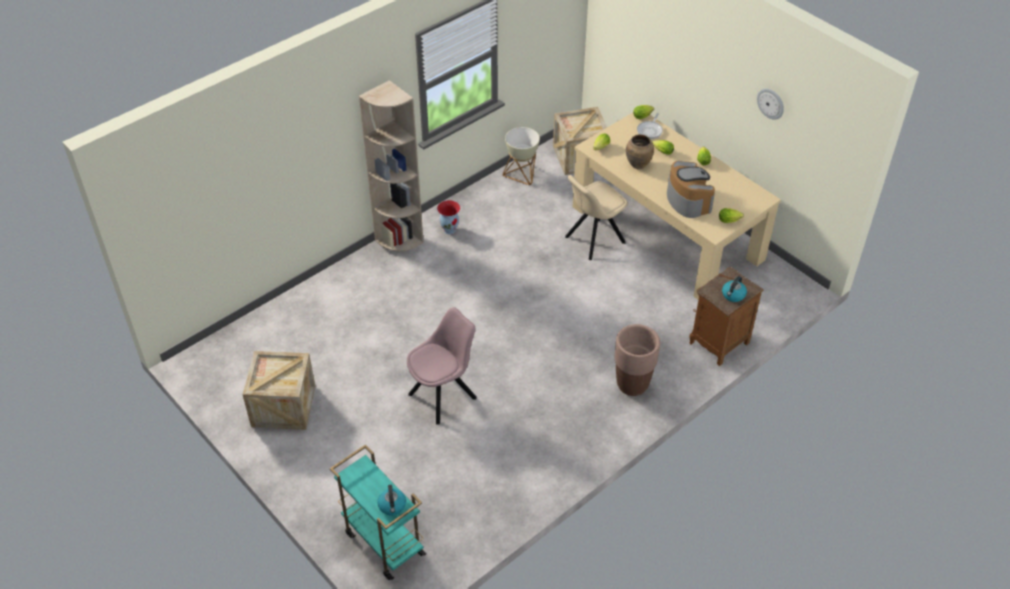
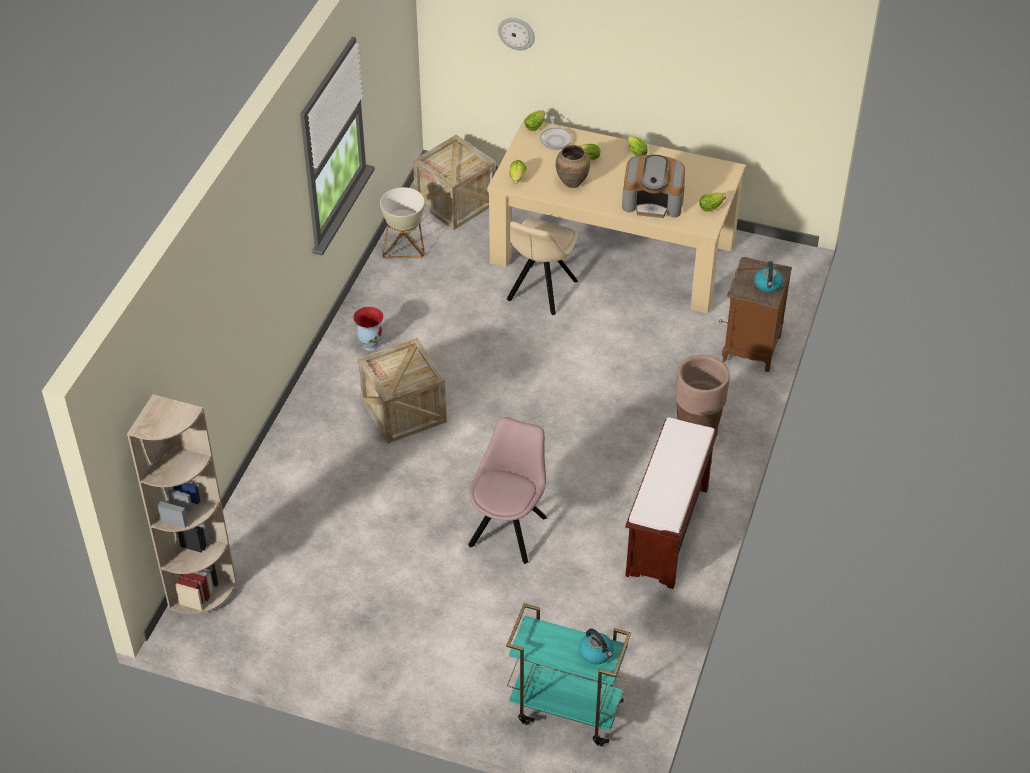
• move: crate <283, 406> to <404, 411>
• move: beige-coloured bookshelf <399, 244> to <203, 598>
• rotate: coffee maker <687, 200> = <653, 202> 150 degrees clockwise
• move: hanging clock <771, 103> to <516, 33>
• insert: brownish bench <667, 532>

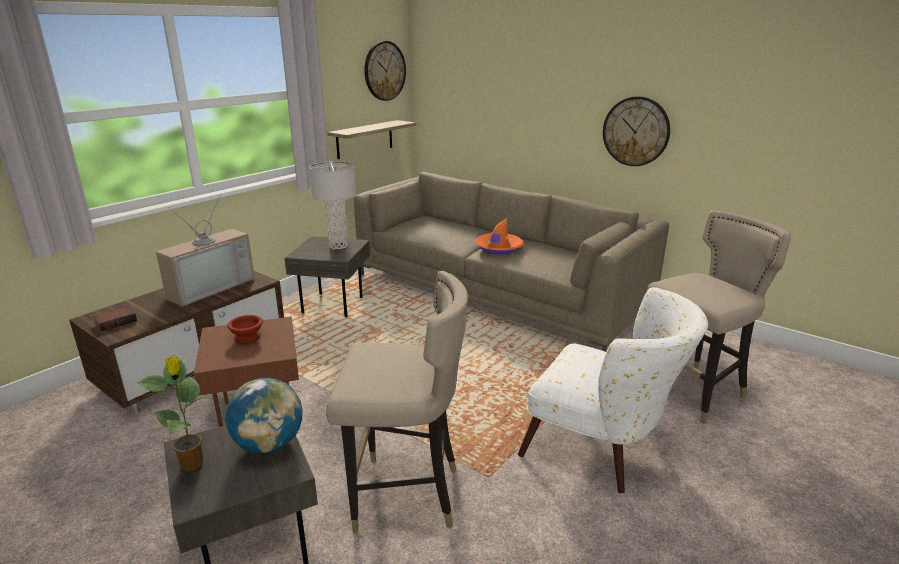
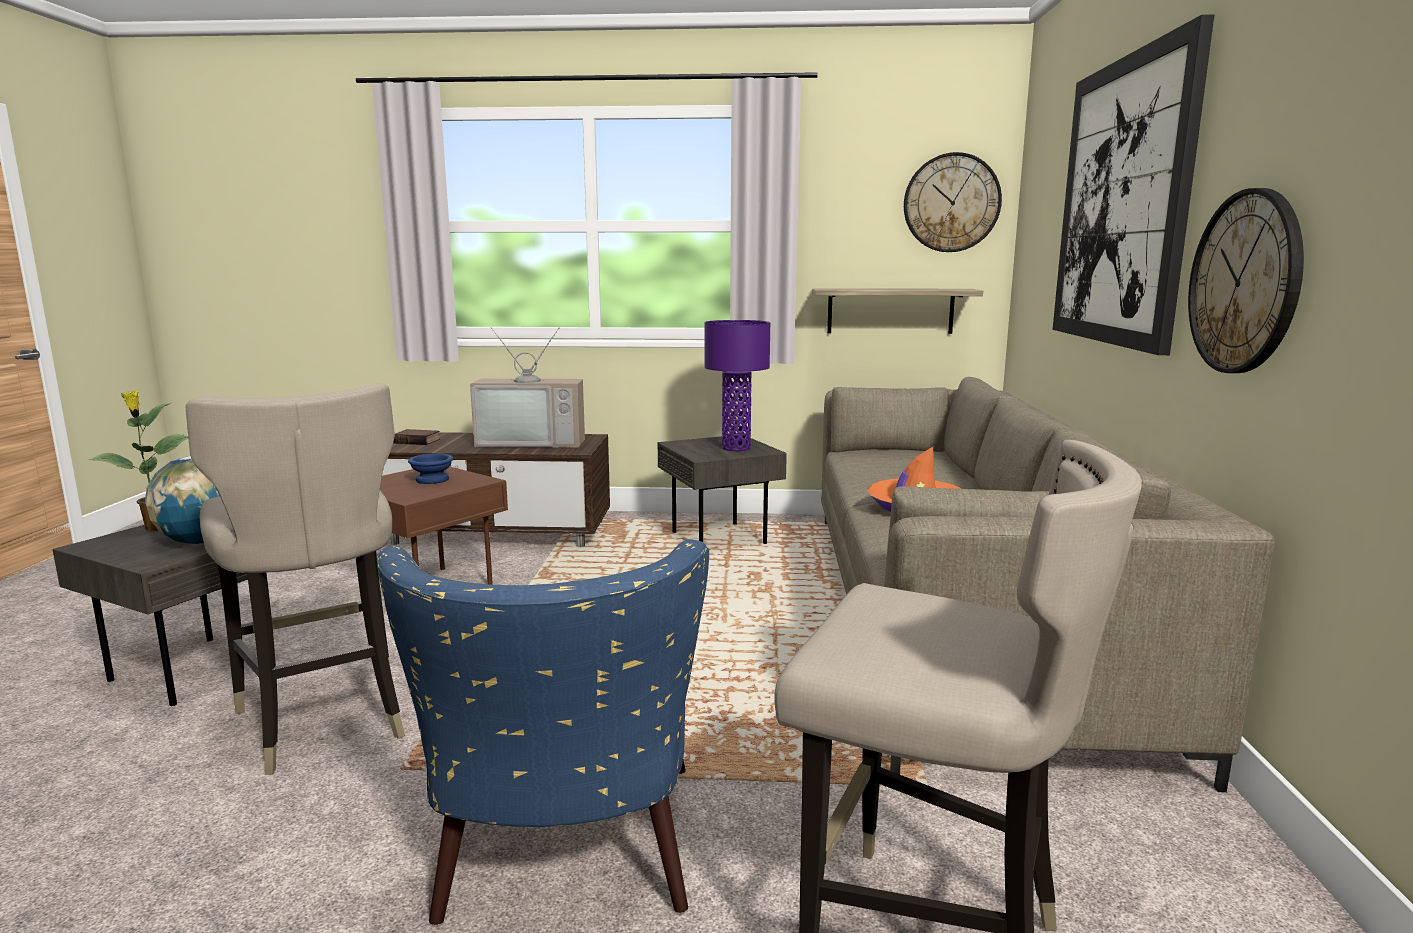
• recolor: brownish bowl <248, 337> to bluish bowl <434, 480>
• recolor: white lamp for a table <338, 245> to purple-coloured lamp for a table <736, 448>
• recolor: white lounge chair <602, 448> to bluish lounge chair <565, 862>
• insert: wall art <1122, 202>

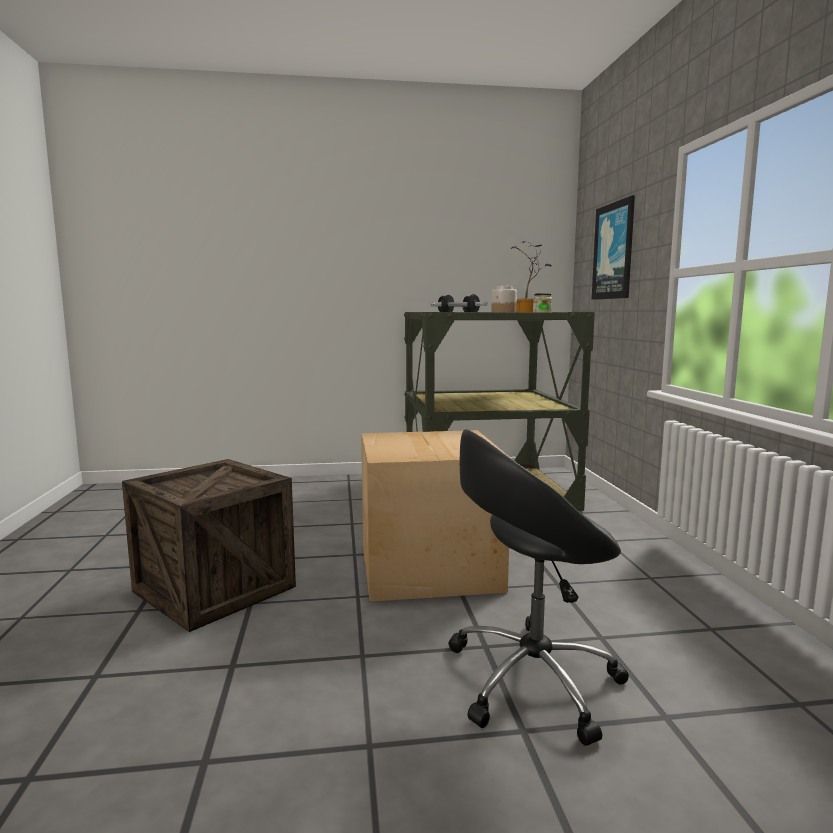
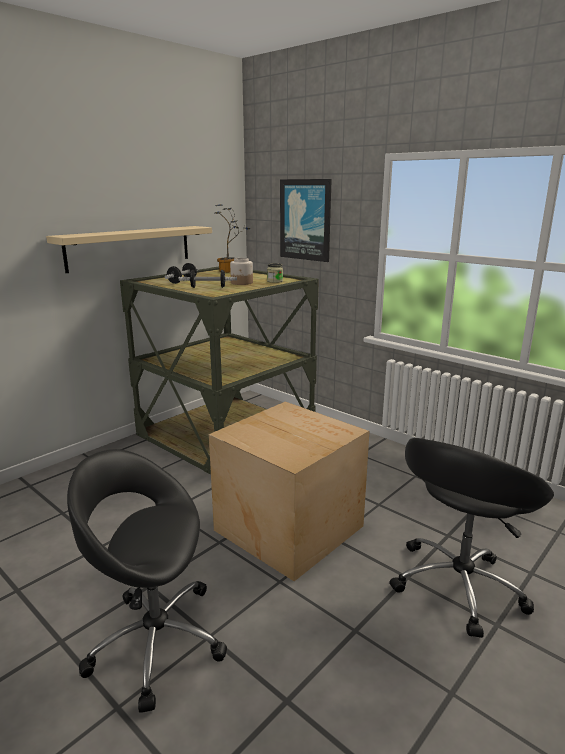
• replace: crate <214, 589> to black computer chair <154, 641>
• insert: beige-coloured wall shelf <130, 248>

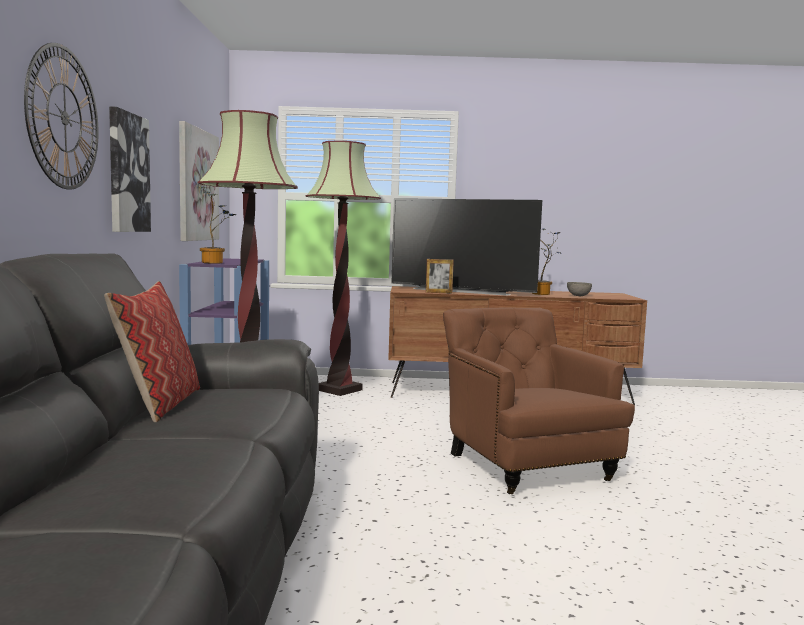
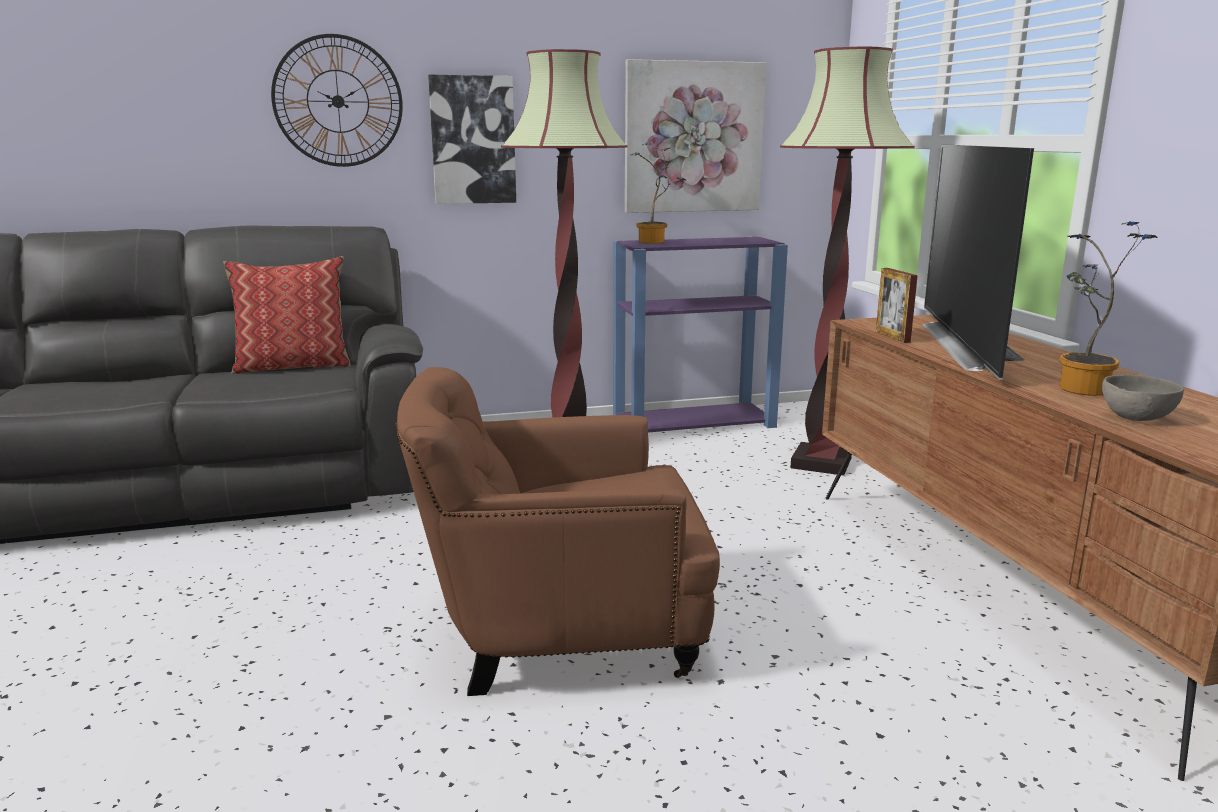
• rotate: brownish lounge chair <524, 464> = <560, 631> 150 degrees counterclockwise

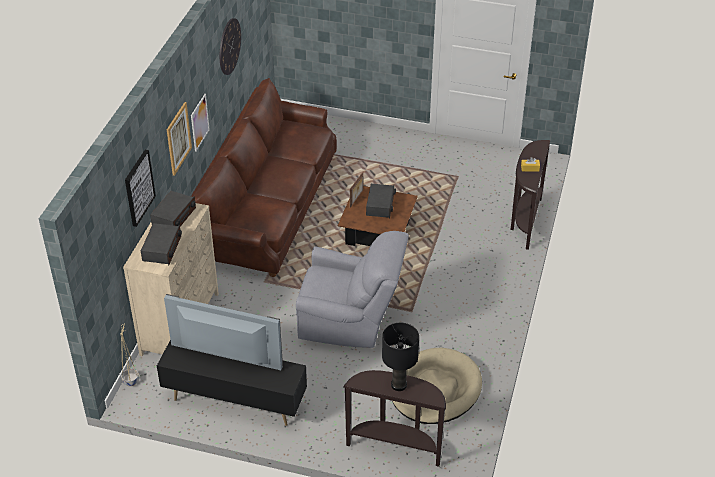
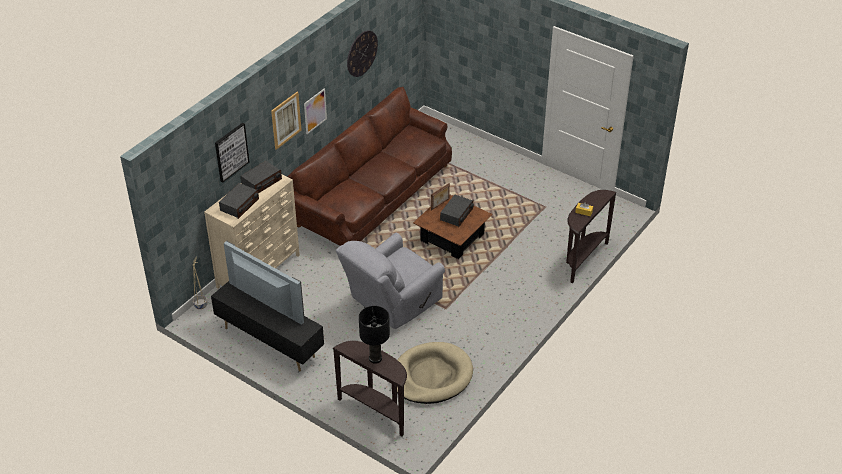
• rotate: greyish lounge chair <351, 322> = <392, 305> 105 degrees clockwise

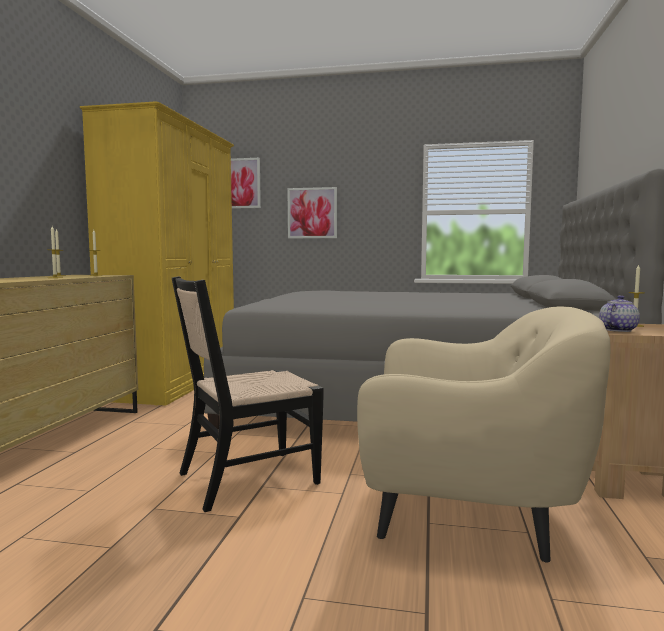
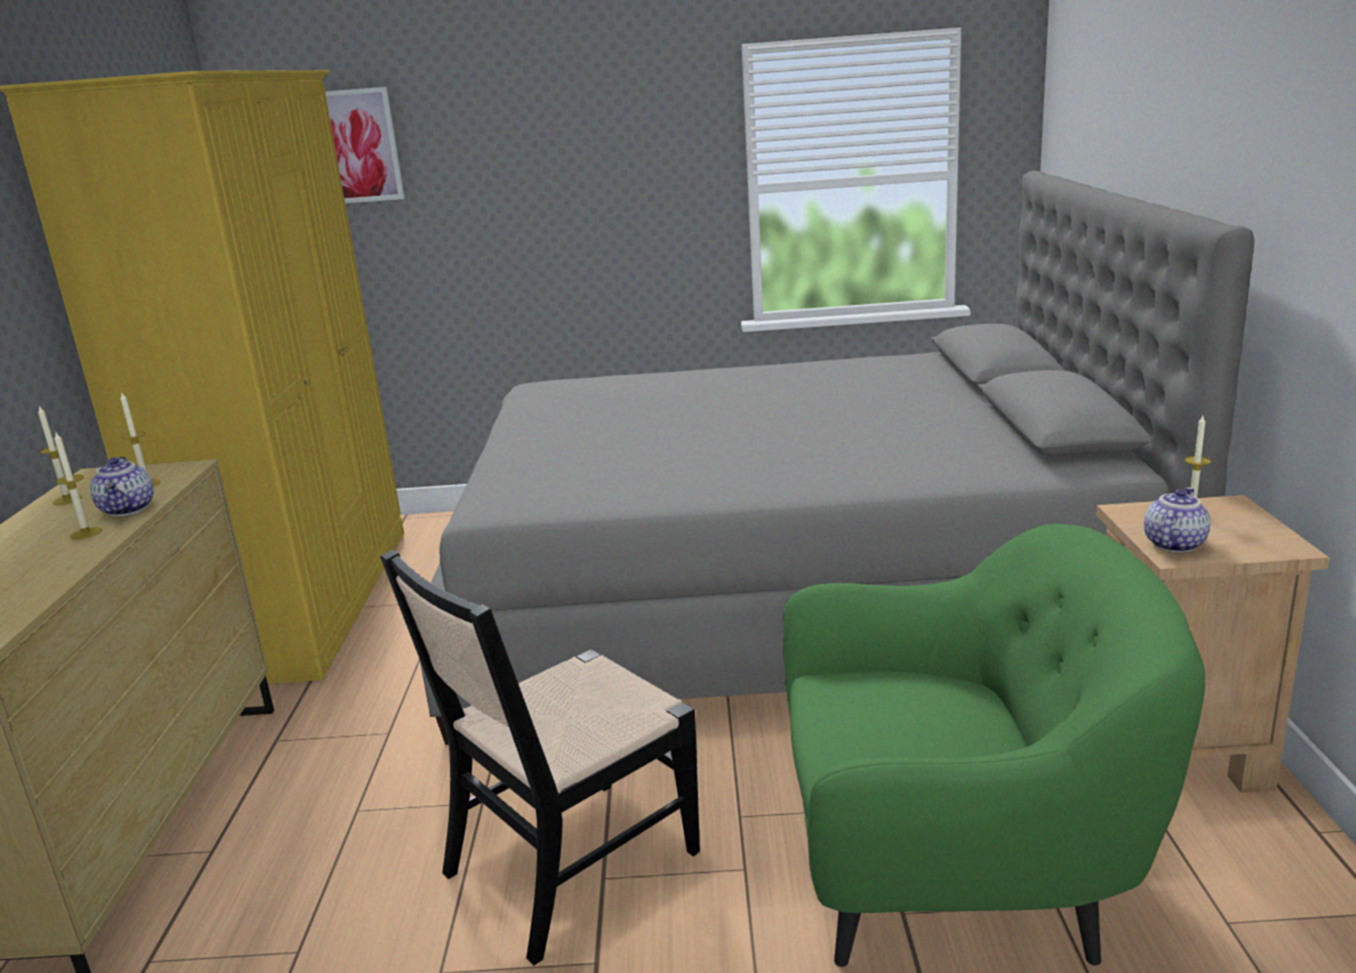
• delete: wall art <312, 213>
• recolor: beige-coloured lounge chair <469, 513> to green-coloured lounge chair <958, 877>
• insert: teapot <129, 509>

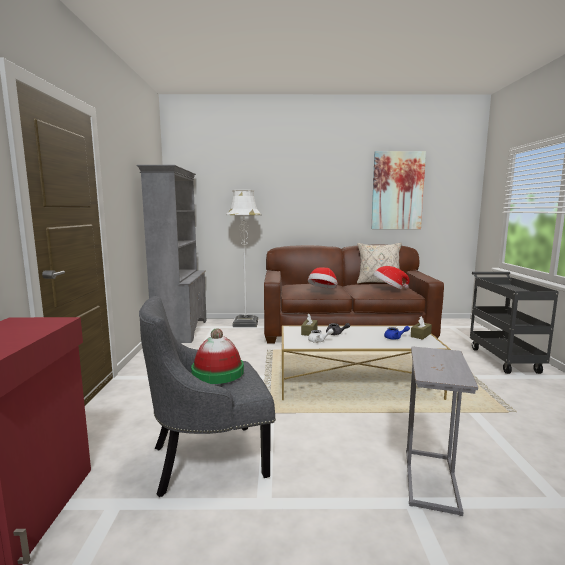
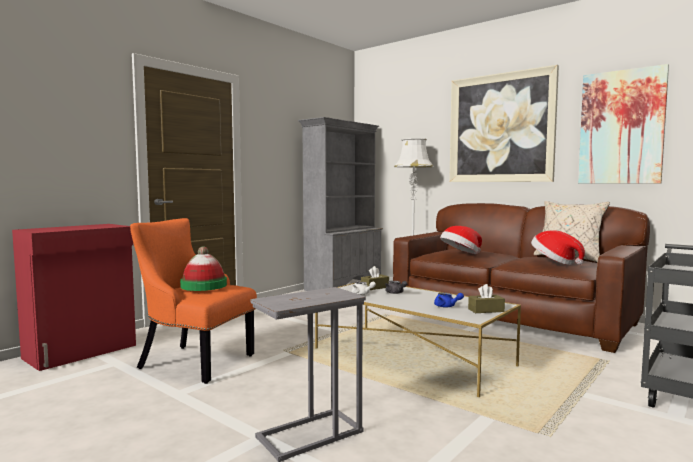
• recolor: greyish lounge chair <211, 459> to orange-coloured lounge chair <197, 363>
• insert: wall art <500, 128>

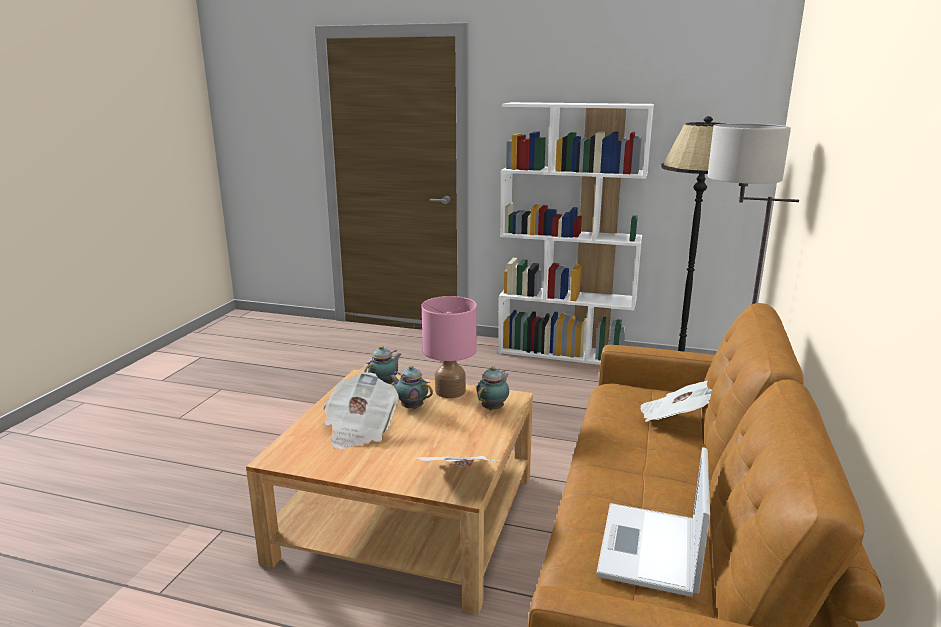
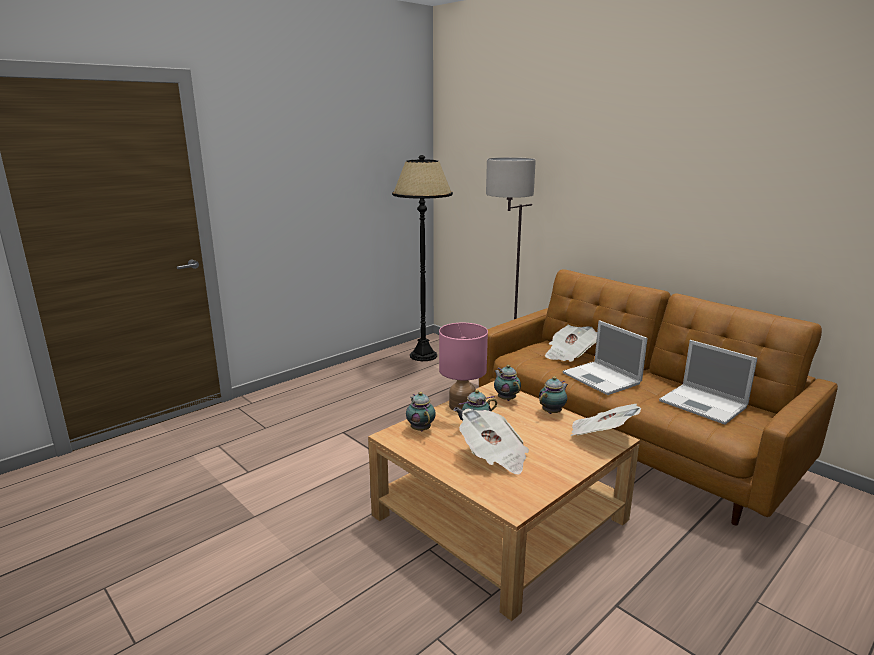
• delete: white bookshelf <565, 353>
• insert: teapot <552, 412>
• insert: laptop <602, 378>

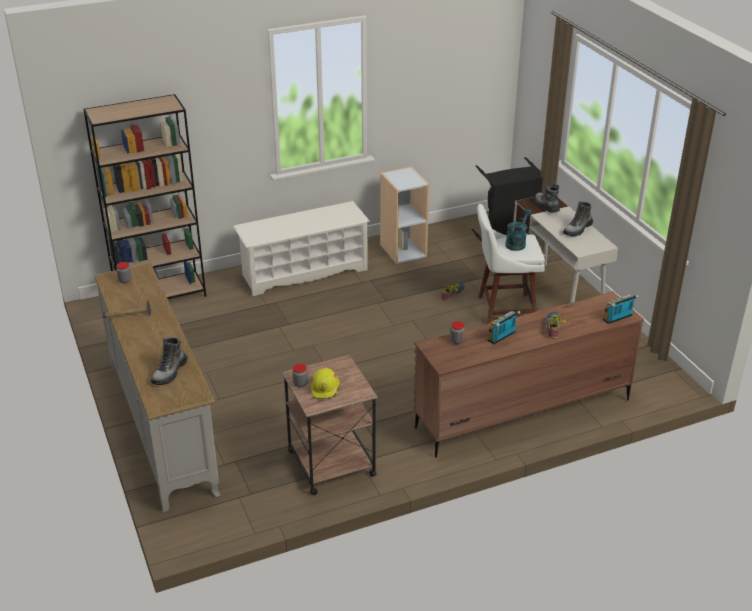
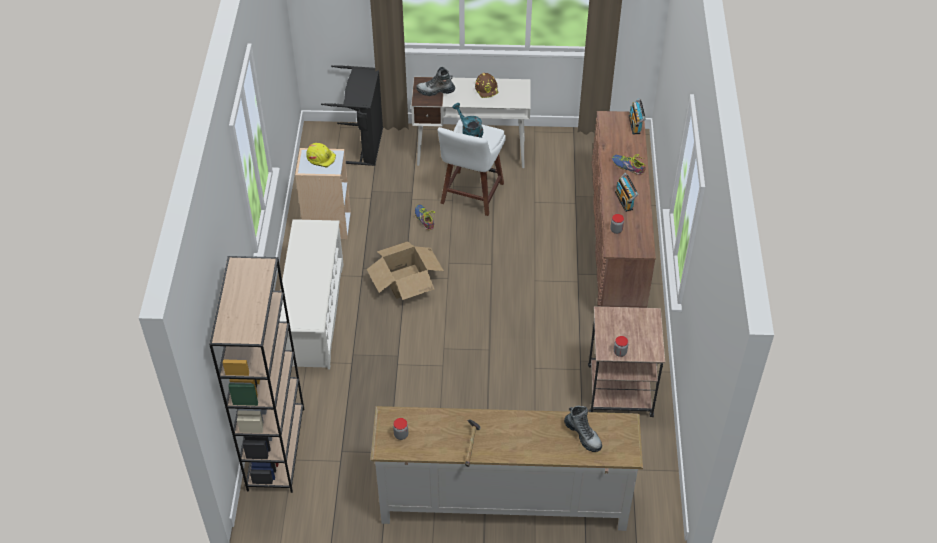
• move: yellowish work helmet <325, 389> to <321, 158>
• replace: high-top boot <577, 229> to brownish work helmet <487, 89>
• insert: cardboard box <406, 281>

